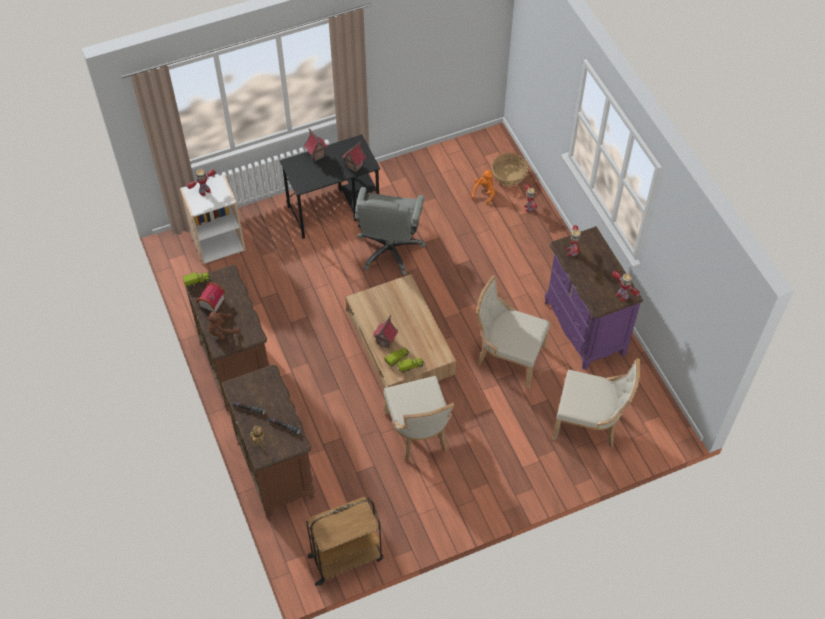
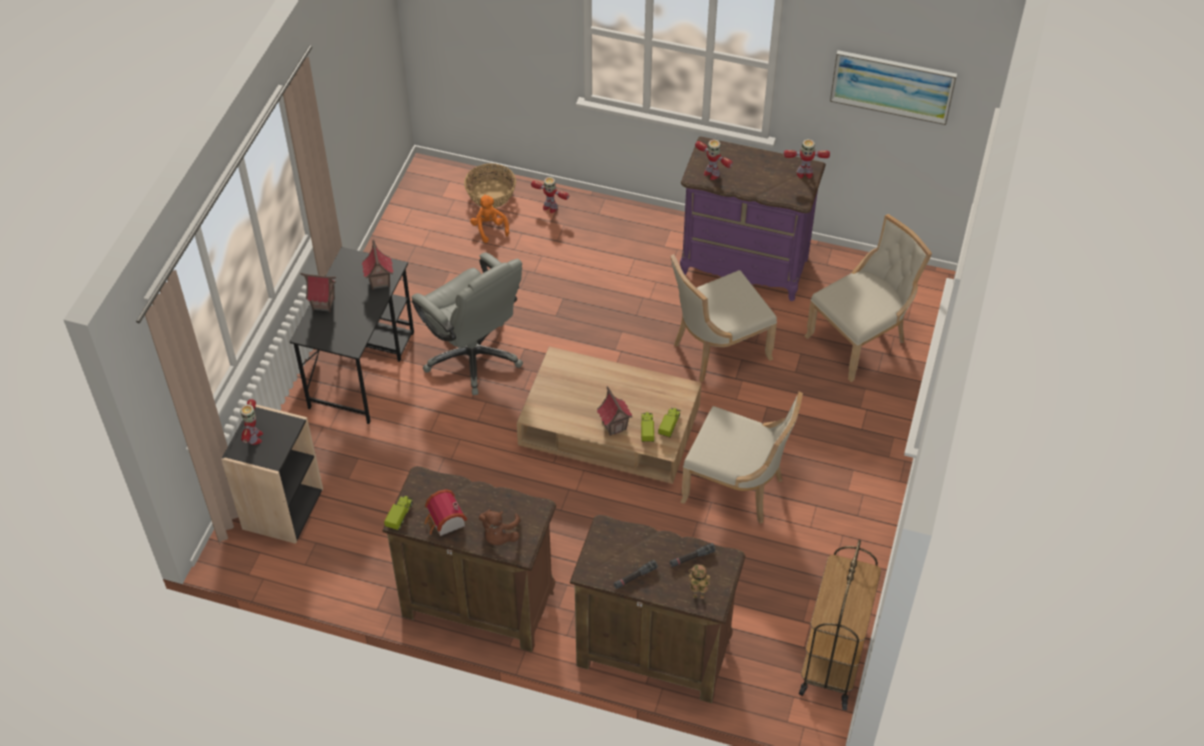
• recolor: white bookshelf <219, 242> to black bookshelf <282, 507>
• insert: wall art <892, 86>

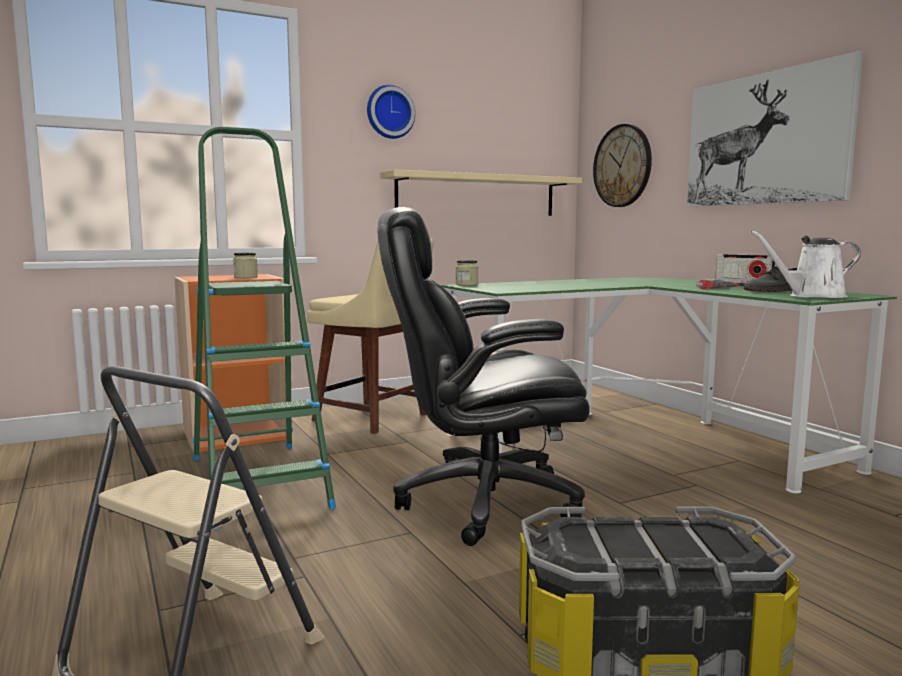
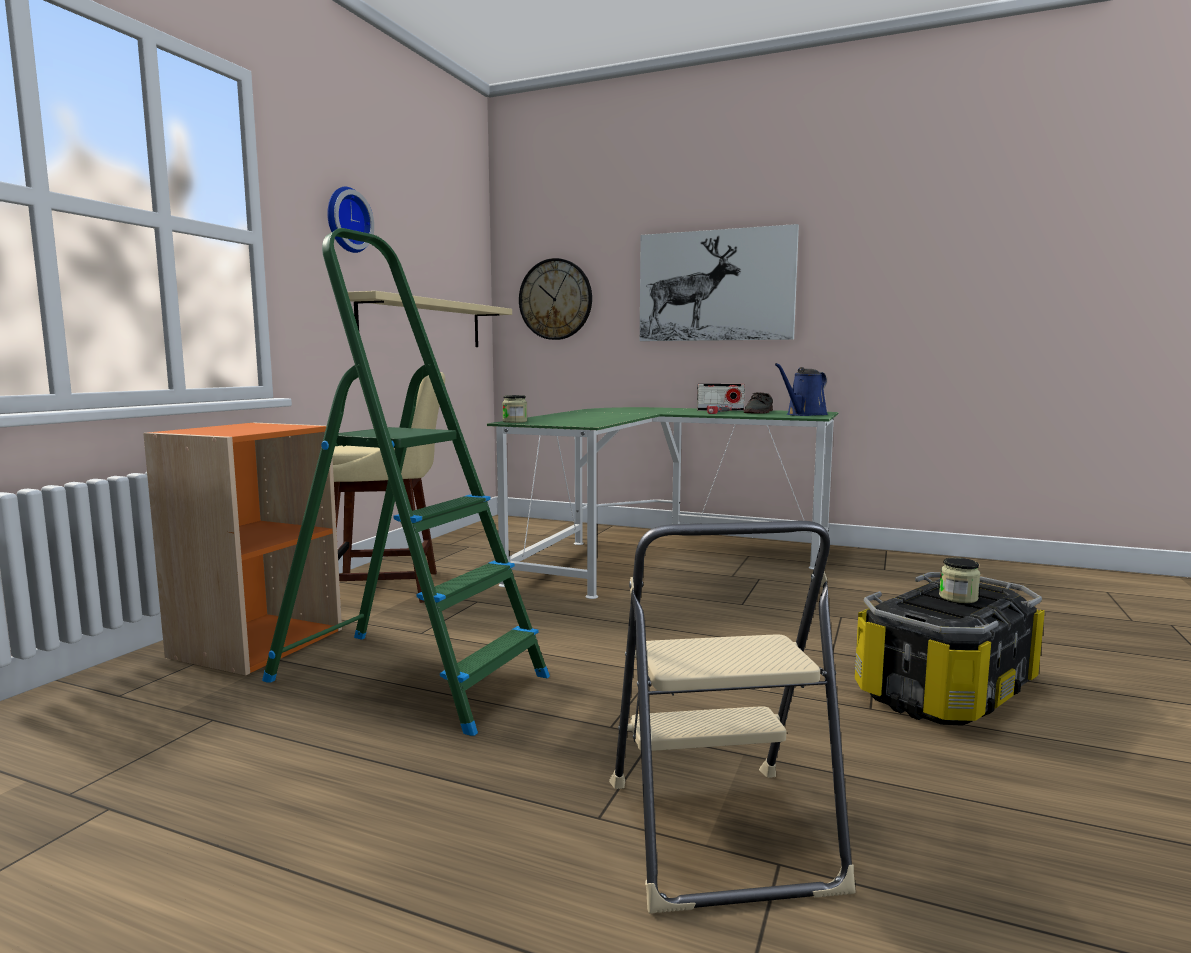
• move: preserve jar <246, 277> to <958, 598>
• delete: black computer chair <478, 503>
• recolor: white sprinkling can <811, 296> to bluish sprinkling can <804, 415>

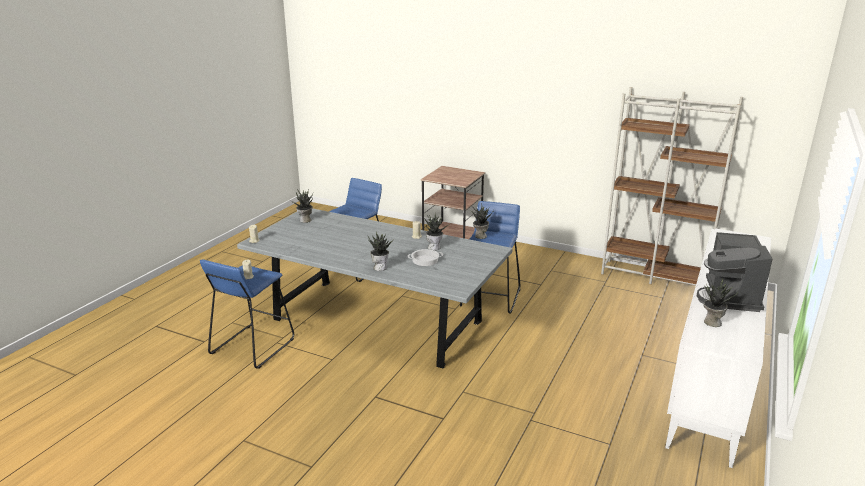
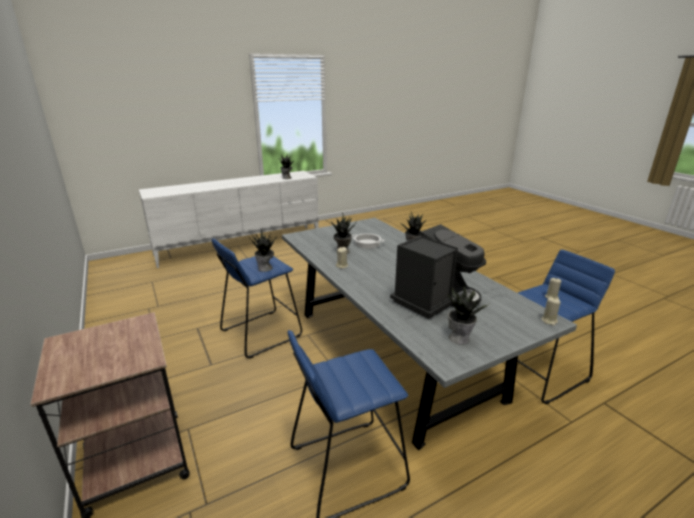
• delete: brownish bookshelf <654, 277>
• move: coffee maker <729, 296> to <435, 299>

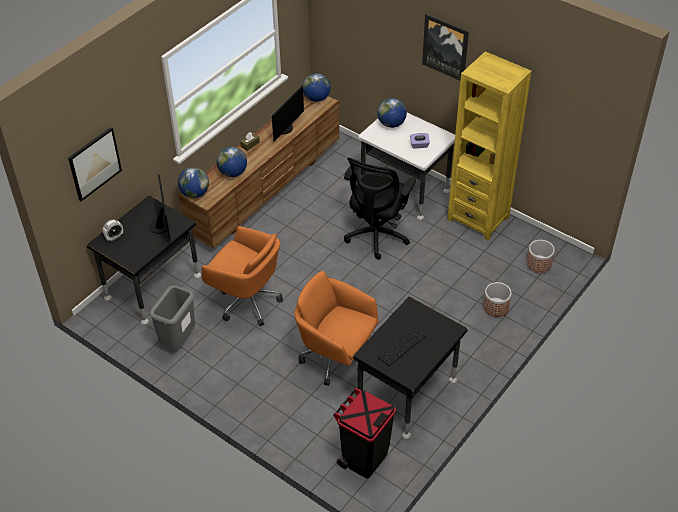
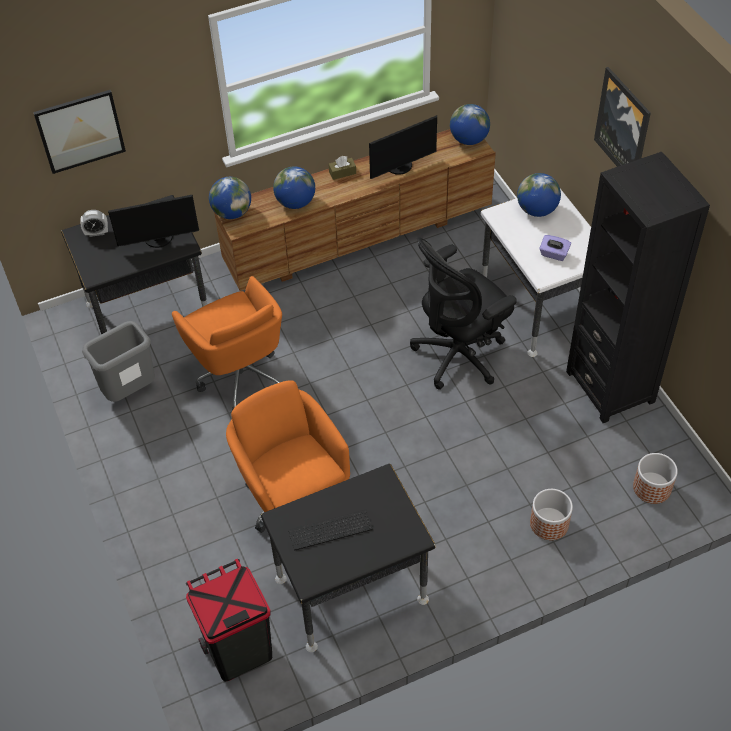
• rotate: monitor <162, 225> = <159, 239> 60 degrees clockwise
• recolor: yellowish bookshelf <478, 218> to black bookshelf <610, 386>

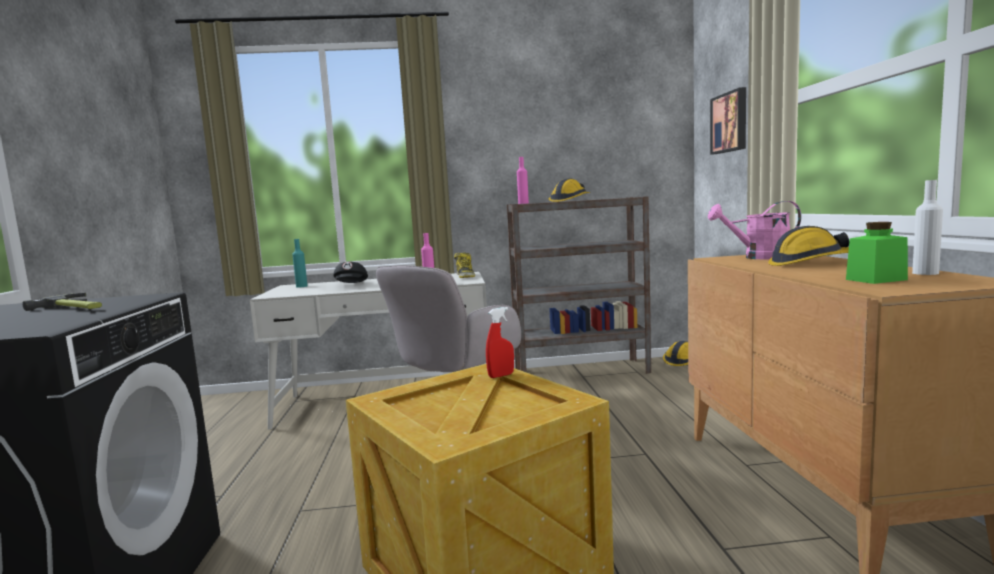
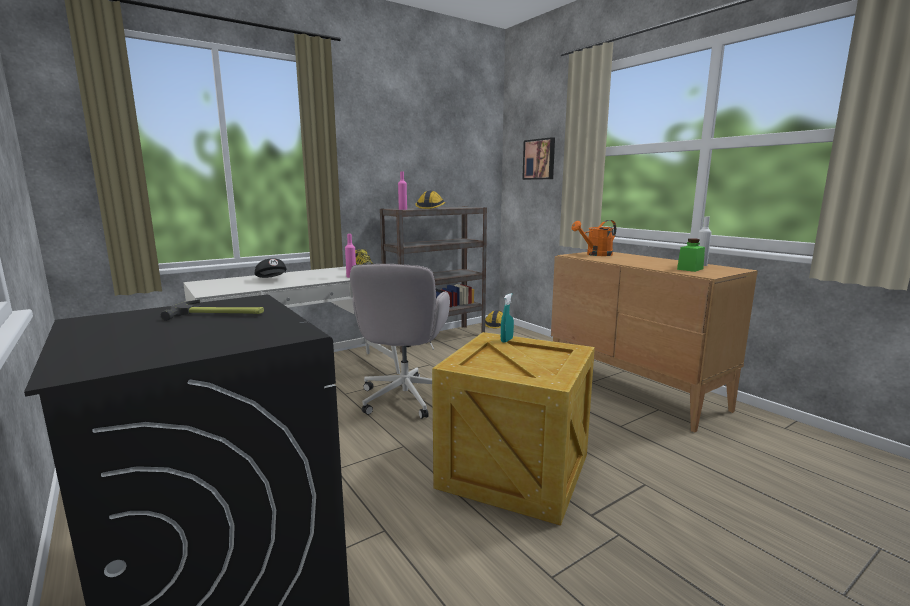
• delete: turquoise-coloured drink bottle <301, 286>
• recolor: reddish sprayer <501, 375> to turquoise-coloured sprayer <506, 340>
• recolor: pink-coloured sprinkling can <759, 257> to orange-coloured sprinkling can <595, 254>
• delete: work helmet <809, 263>

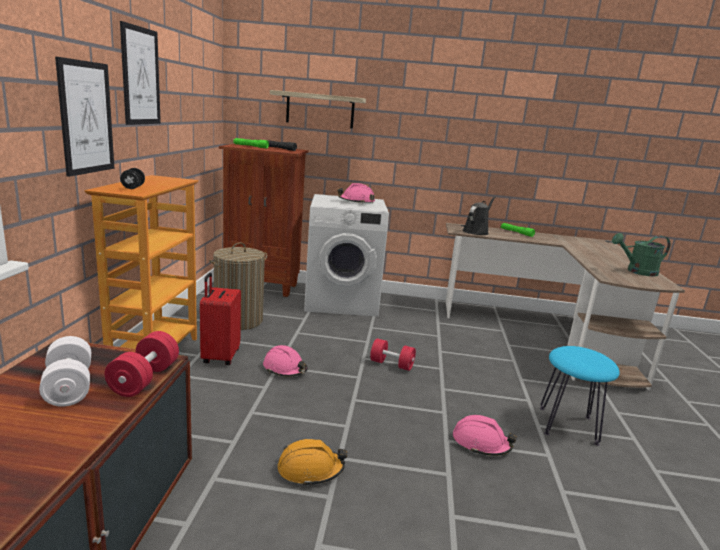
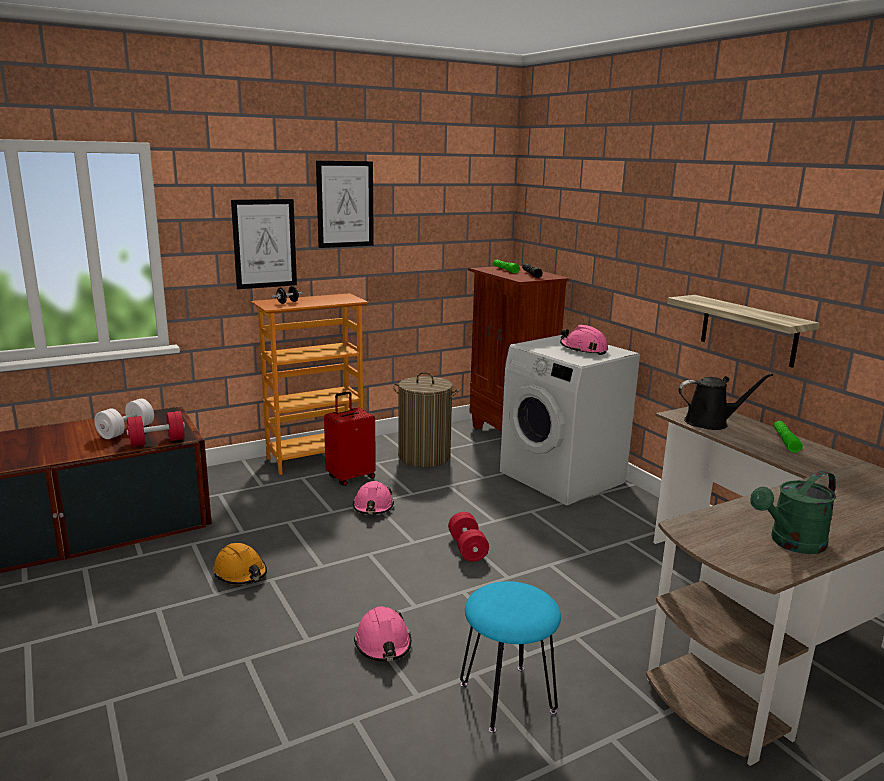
• move: wall shelf <320, 110> to <748, 330>
• rotate: green-coloured sprinkling can <637, 271> = <791, 543> 75 degrees counterclockwise

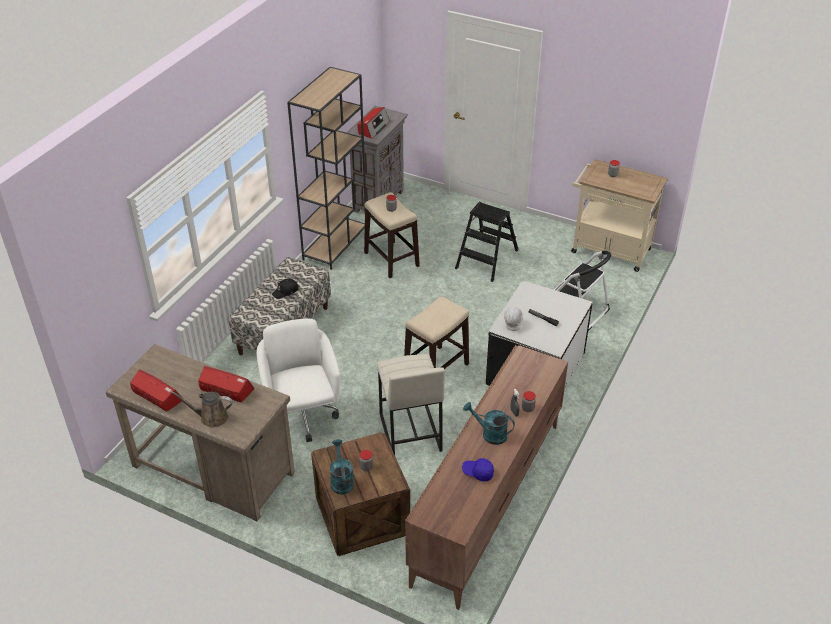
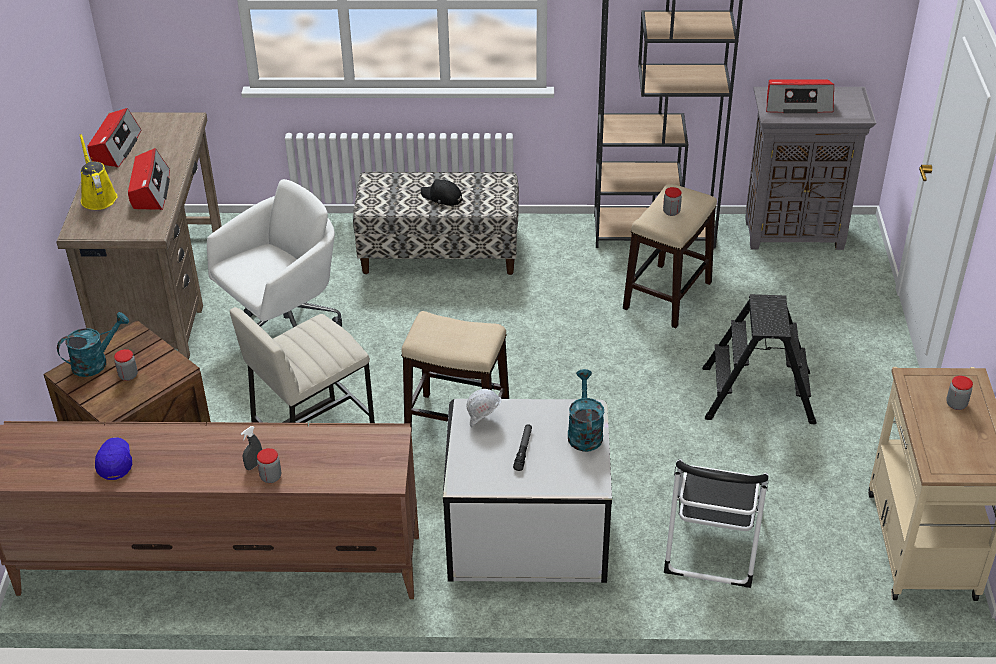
• recolor: brownish sprinkling can <211, 417> to yellowish sprinkling can <98, 197>
• move: turquoise-coloured sprinkling can <490, 434> to <584, 432>

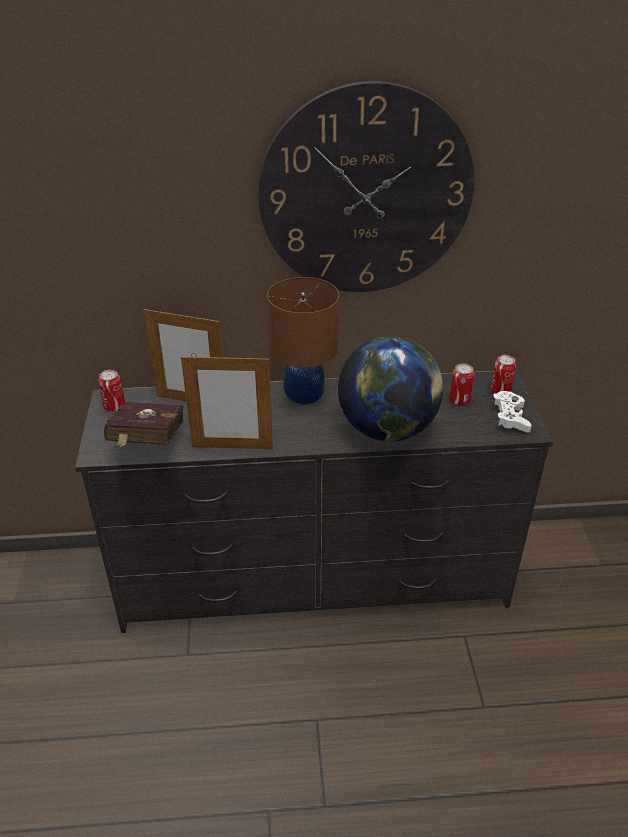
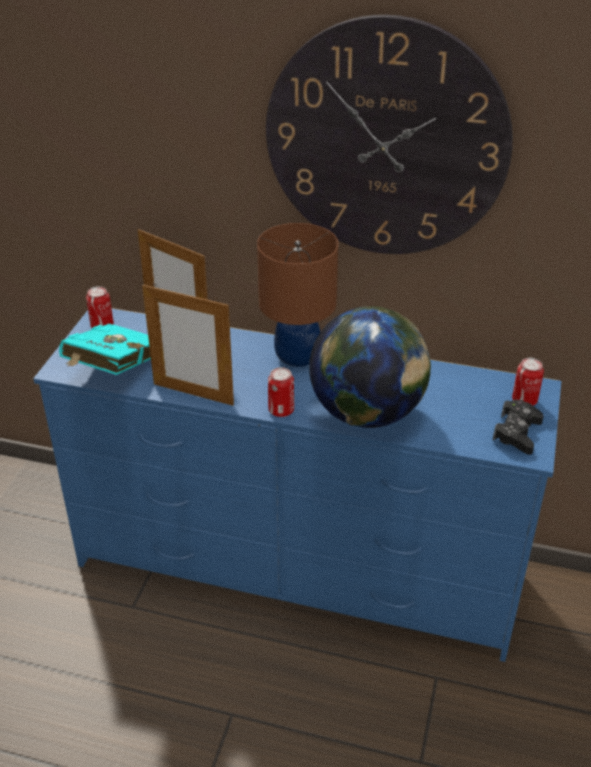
• recolor: black chest of drawers <313, 580> to bluish chest of drawers <296, 568>
• recolor: reddish bound book <147, 444> to turquoise-coloured bound book <112, 371>
• move: can <459, 400> to <281, 410>
• recolor: white gamepad <509, 417> to black gamepad <517, 433>

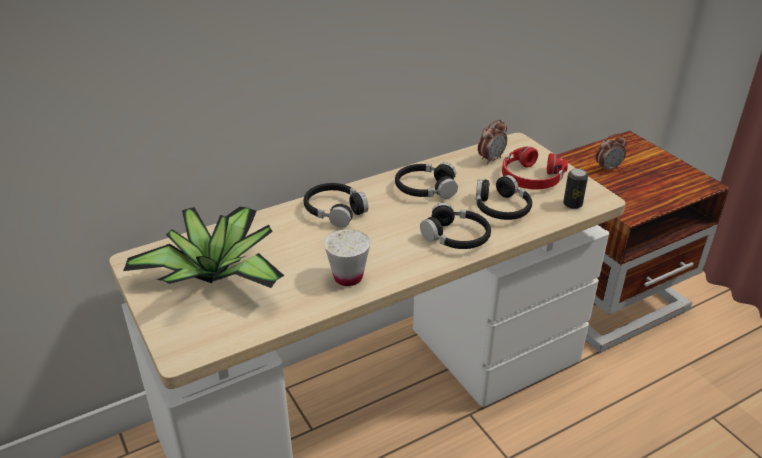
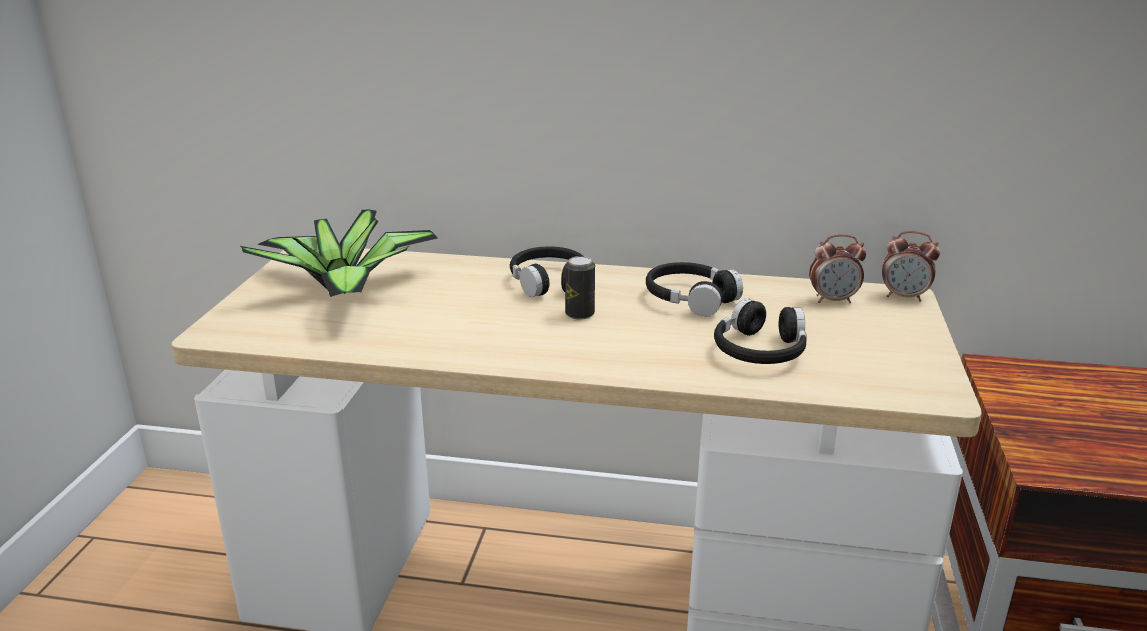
• delete: white drinking cup <348, 277>
• delete: black headphones <456, 237>
• delete: reddish headphones <531, 178>
• move: can <572, 204> to <579, 314>
• move: table clock <608, 168> to <904, 296>

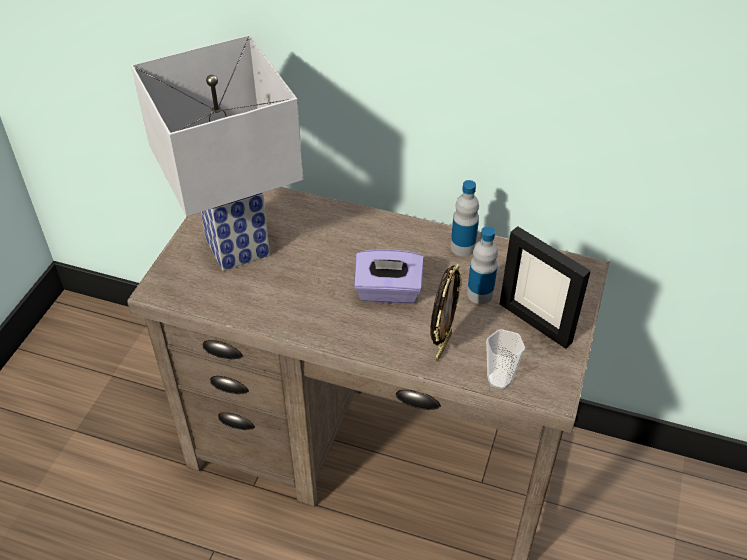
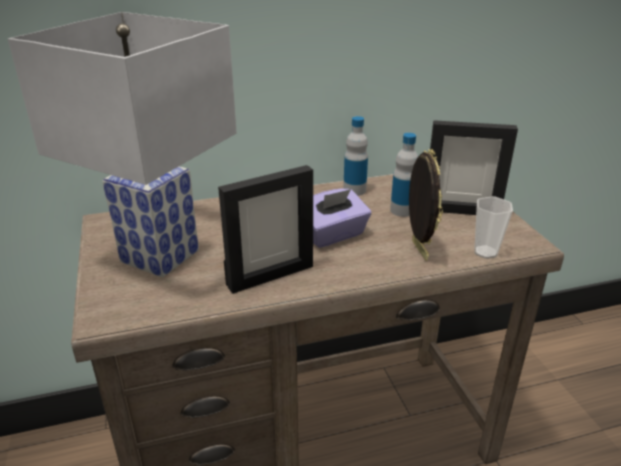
• insert: standing frame <270, 275>

